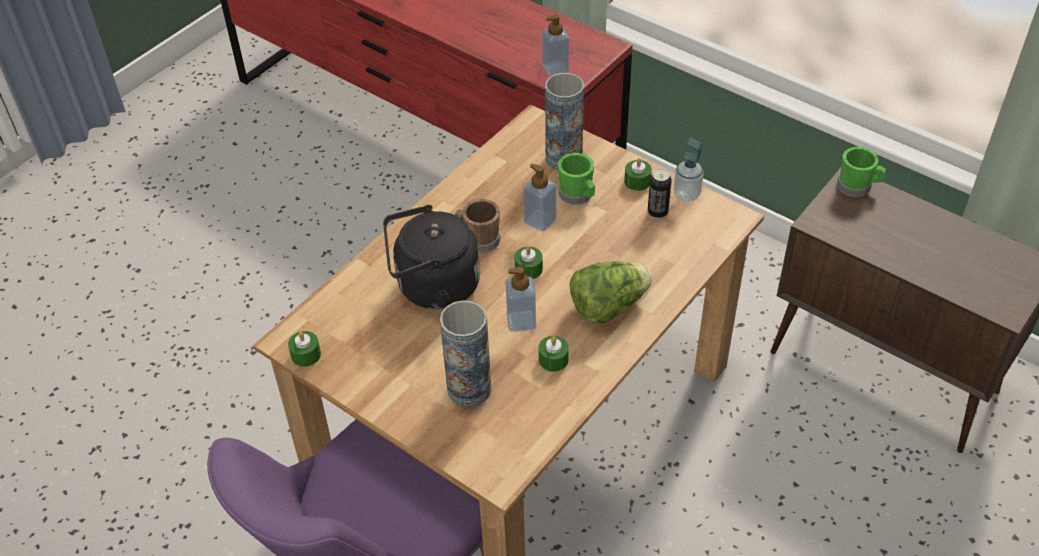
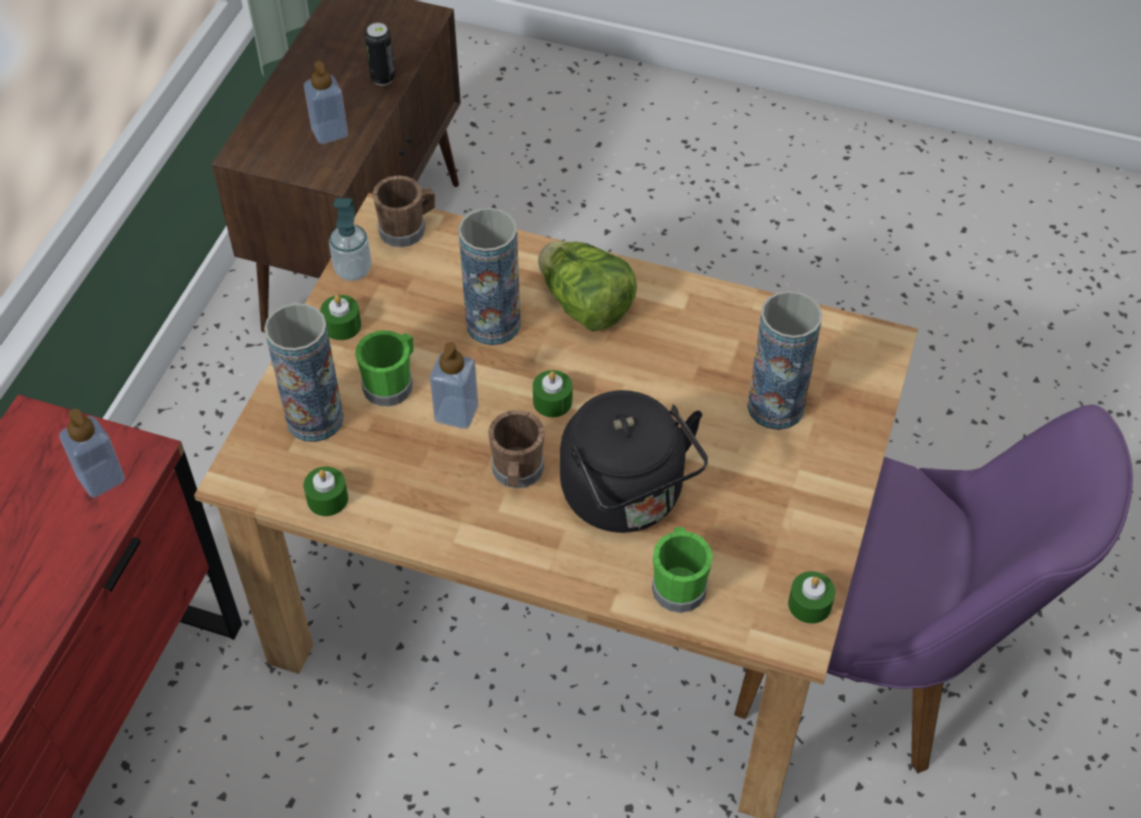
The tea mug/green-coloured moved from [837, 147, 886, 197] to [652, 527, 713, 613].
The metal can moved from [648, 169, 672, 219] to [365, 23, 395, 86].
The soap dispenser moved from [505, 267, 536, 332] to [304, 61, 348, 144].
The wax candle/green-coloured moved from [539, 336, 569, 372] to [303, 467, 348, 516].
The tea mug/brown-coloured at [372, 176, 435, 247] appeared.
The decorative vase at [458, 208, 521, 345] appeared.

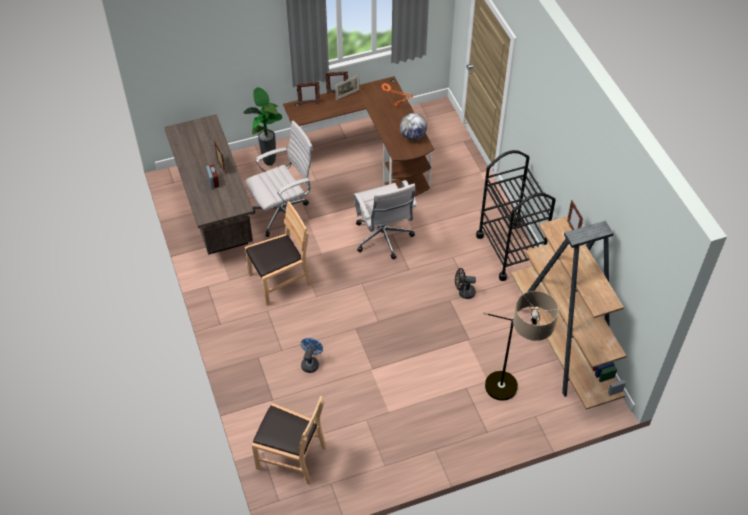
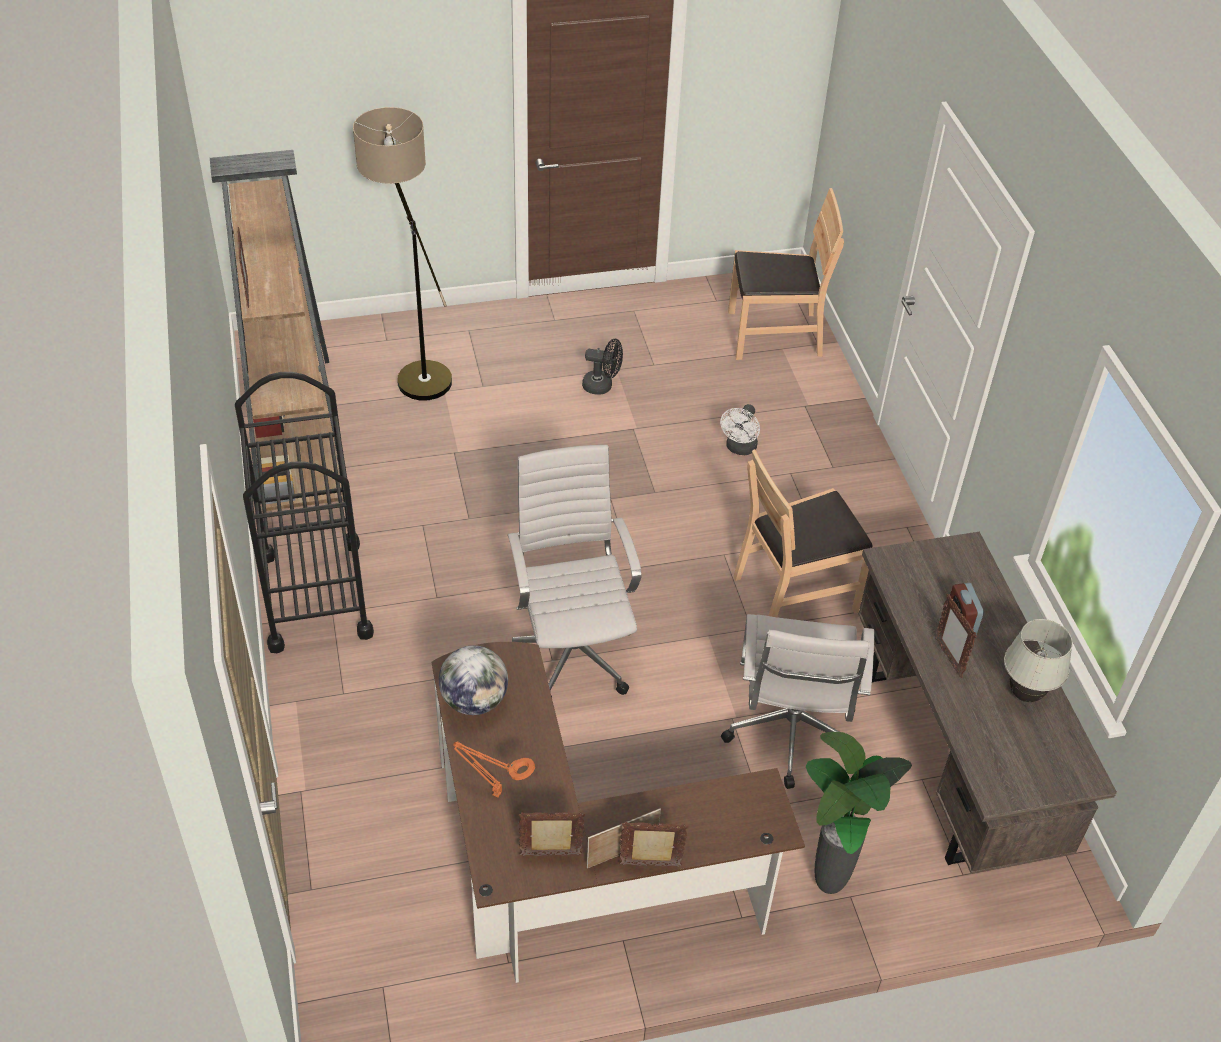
The picture frame moved from [296, 82, 320, 105] to [518, 812, 585, 856].
The desk chair/white-coloured at [245, 121, 313, 237] turned 60 degrees counterclockwise.
The fan/blackish moved from [455, 268, 476, 299] to [582, 339, 623, 395].
The fan/bluish at [301, 338, 323, 373] became the fan/white-coloured at [720, 404, 760, 455].
The chair/brown-coloured at [252, 396, 326, 485] turned 150 degrees clockwise.
The table lamp/white-coloured at [1004, 619, 1073, 702] appeared.

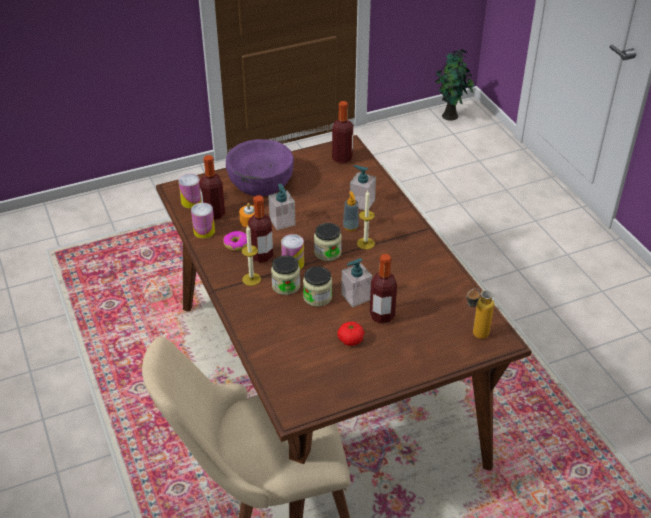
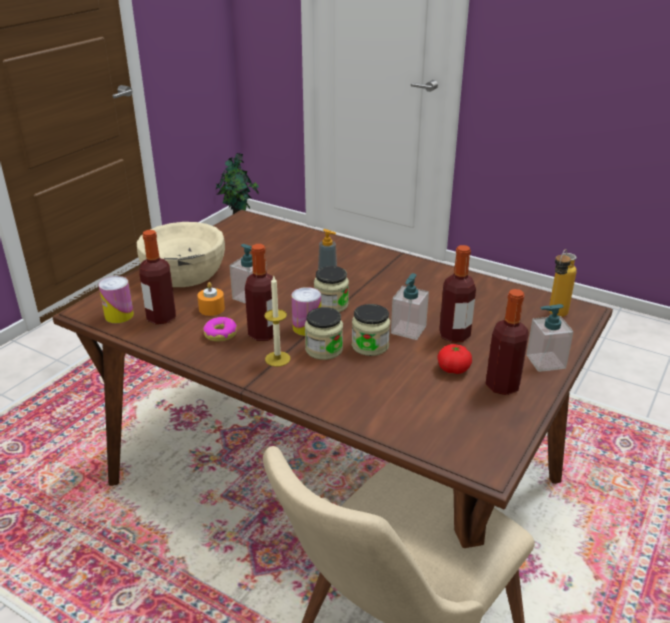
The beverage bottle moved from [332, 101, 353, 164] to [486, 289, 529, 395].
The bowl/purple at [226, 139, 294, 196] became the bowl/sand-coloured at [137, 222, 225, 287].
The soap dispenser moved from [350, 165, 376, 210] to [526, 304, 573, 372].
The wax candle at [357, 191, 375, 250] disappeared.
The metal can at [191, 203, 215, 239] disappeared.

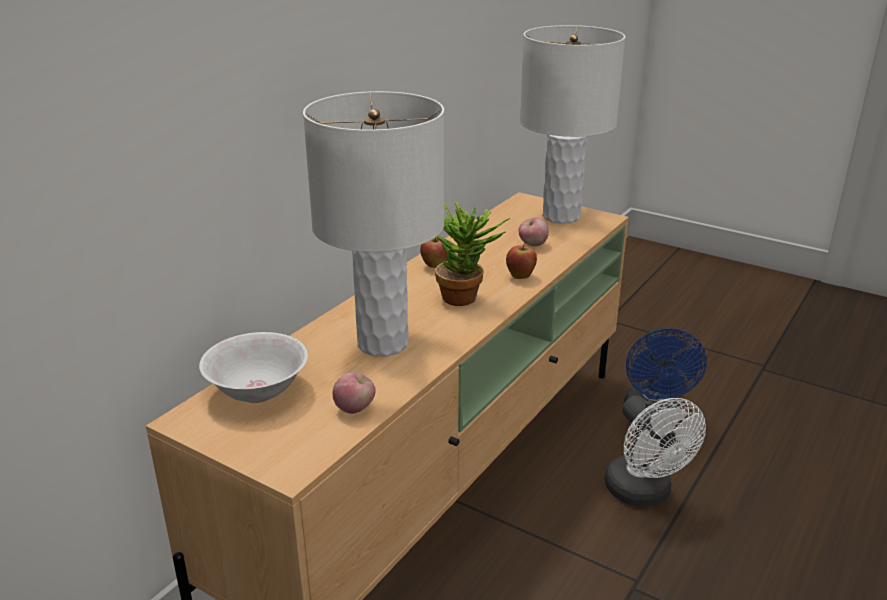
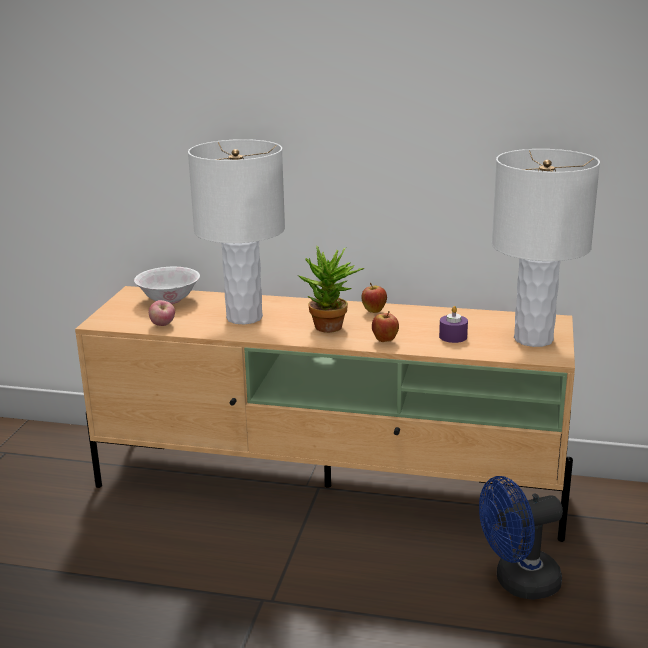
The whole apple at [519, 218, 549, 247] was replaced by the wax candle/purple at [439, 306, 468, 343].
The fan/white-coloured at [605, 395, 706, 507] disappeared.

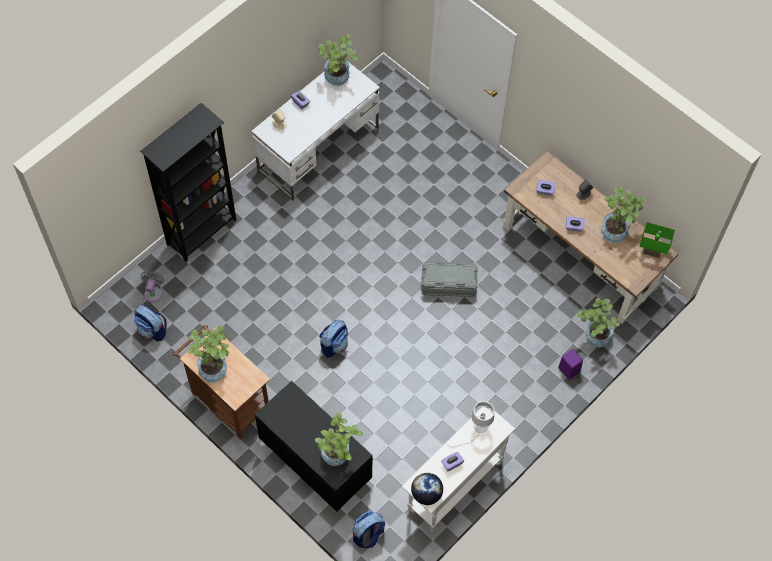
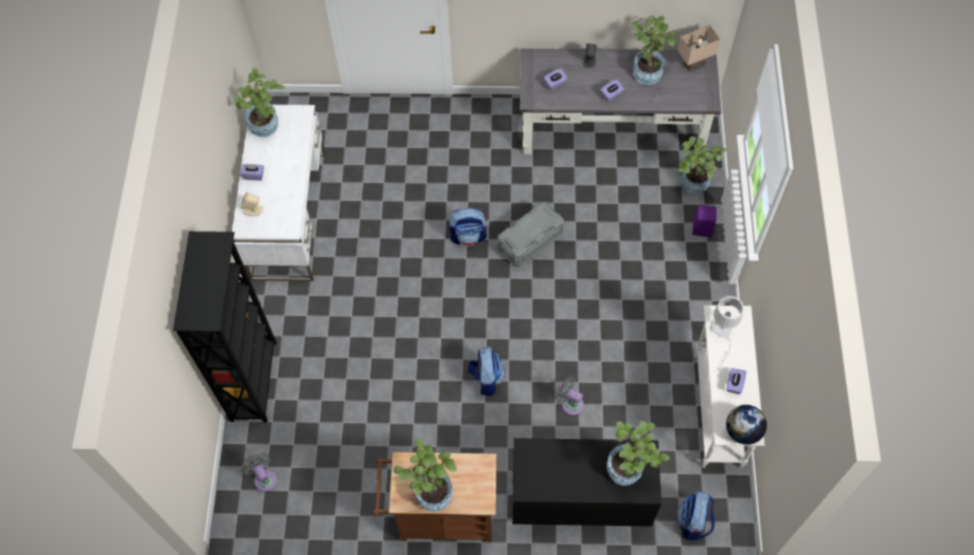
The desk table/brown-coloured at [503, 151, 678, 324] became the desk table/grey at [520, 49, 722, 155].
The table lamp/green-coloured at [639, 222, 675, 258] became the table lamp/sand-coloured at [678, 25, 720, 72].
The backpack moved from [134, 305, 167, 342] to [450, 208, 486, 246].
The fan/grey at [556, 377, 584, 415] appeared.

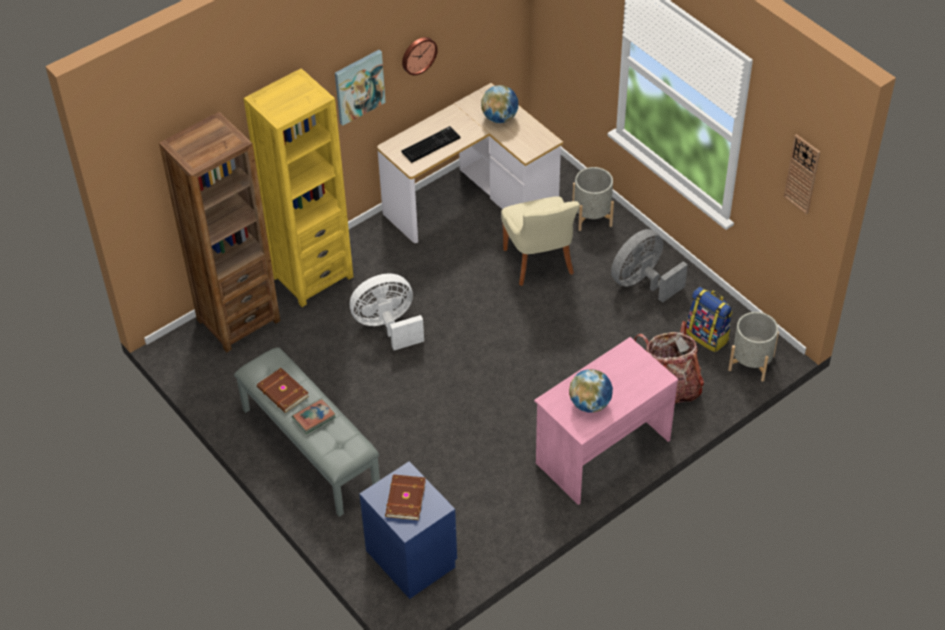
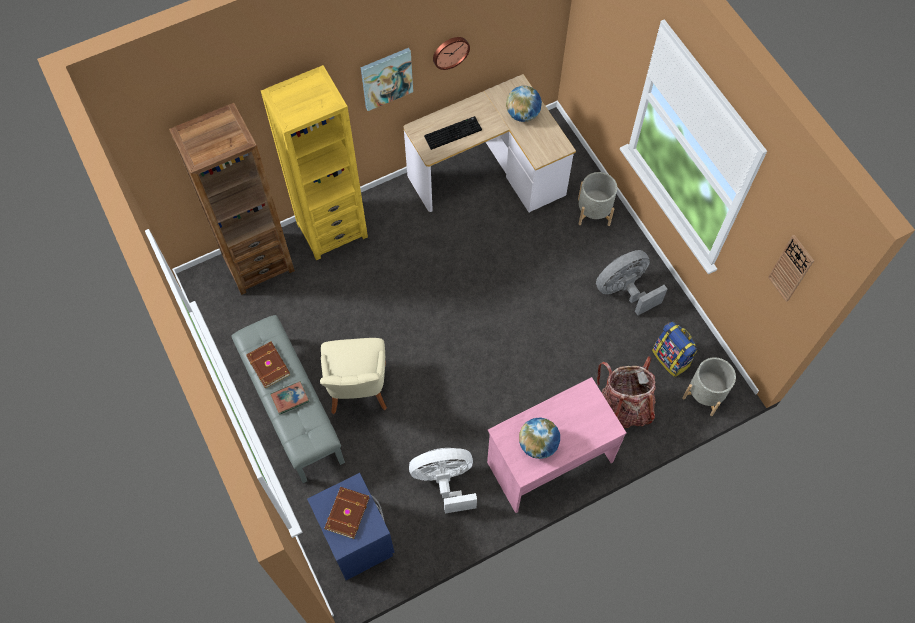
The chair/sand-coloured moved from [501, 196, 580, 286] to [320, 338, 387, 414].
The fan/white-coloured moved from [350, 274, 424, 350] to [409, 448, 477, 514].

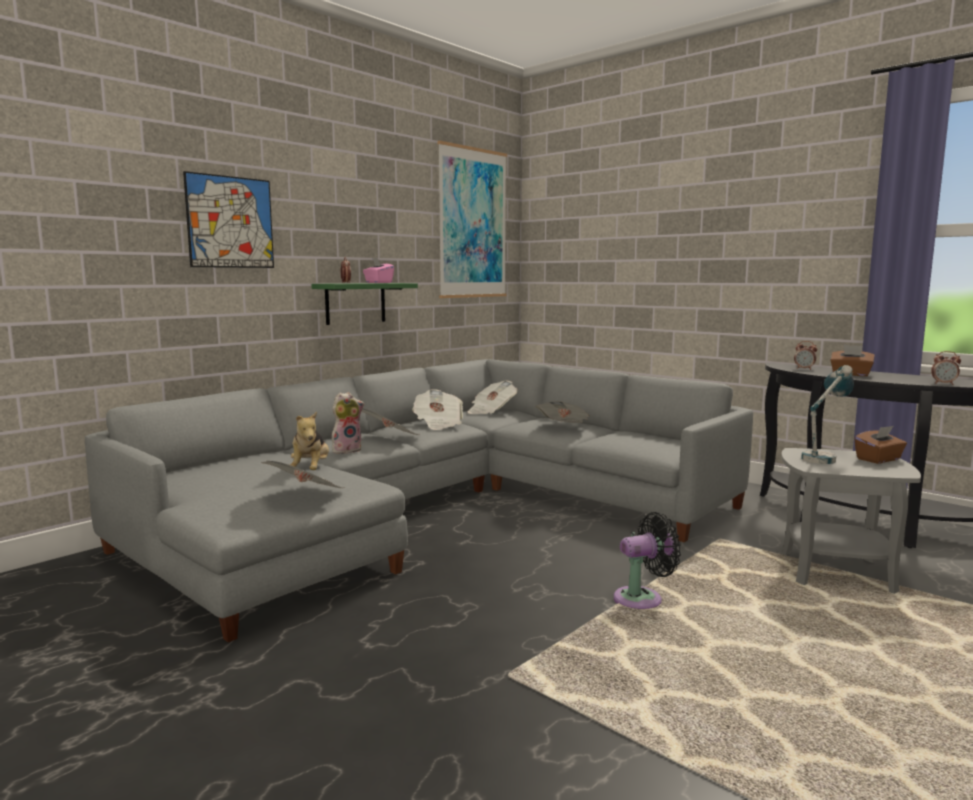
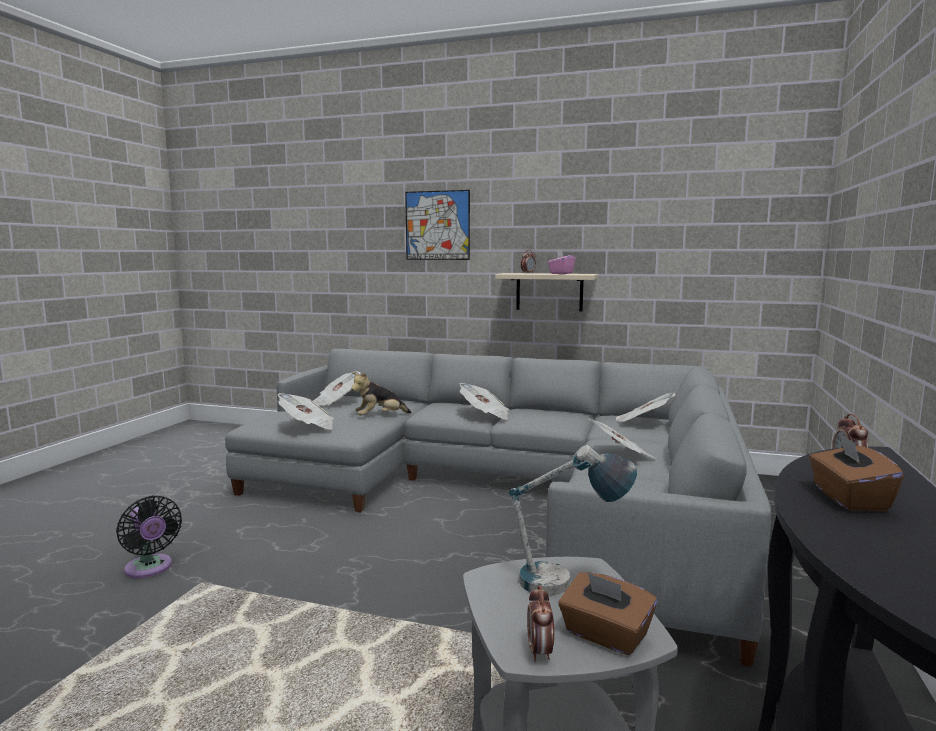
The picture at [437, 141, 507, 298] disappeared.
The bracket shelf/green-coloured at [311, 283, 418, 325] became the bracket shelf/sand-coloured at [495, 273, 598, 311].
The alarm clock moved from [931, 351, 961, 385] to [527, 585, 554, 662].
The daily paper moved from [412, 389, 463, 430] to [313, 371, 361, 406].
The soft toy at [332, 392, 364, 454] disappeared.
The fan/blackish moved from [614, 512, 681, 609] to [116, 495, 182, 578].

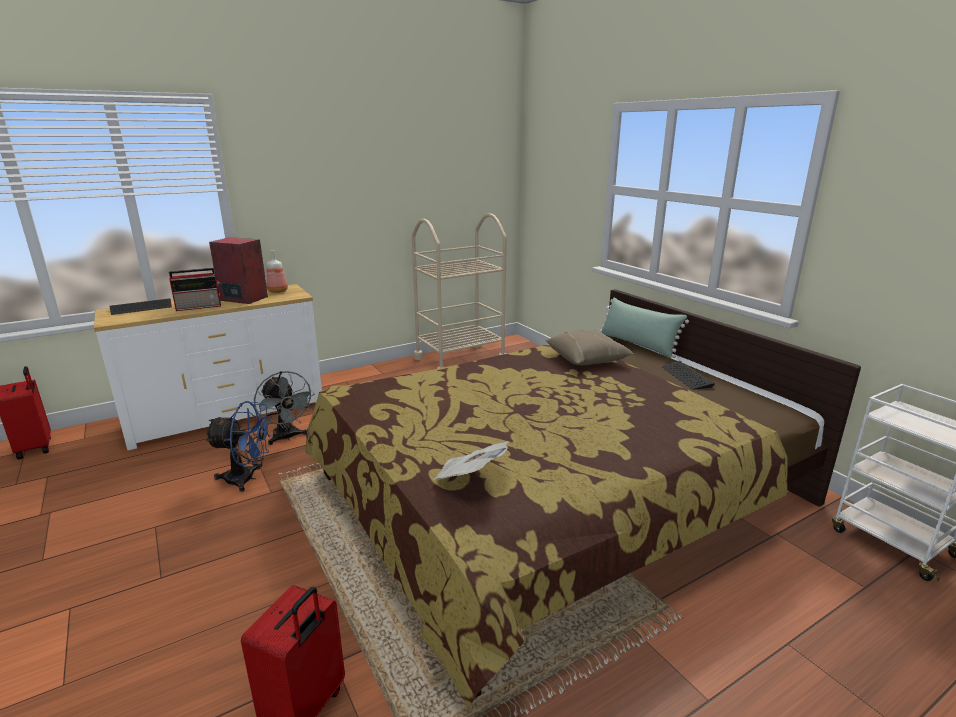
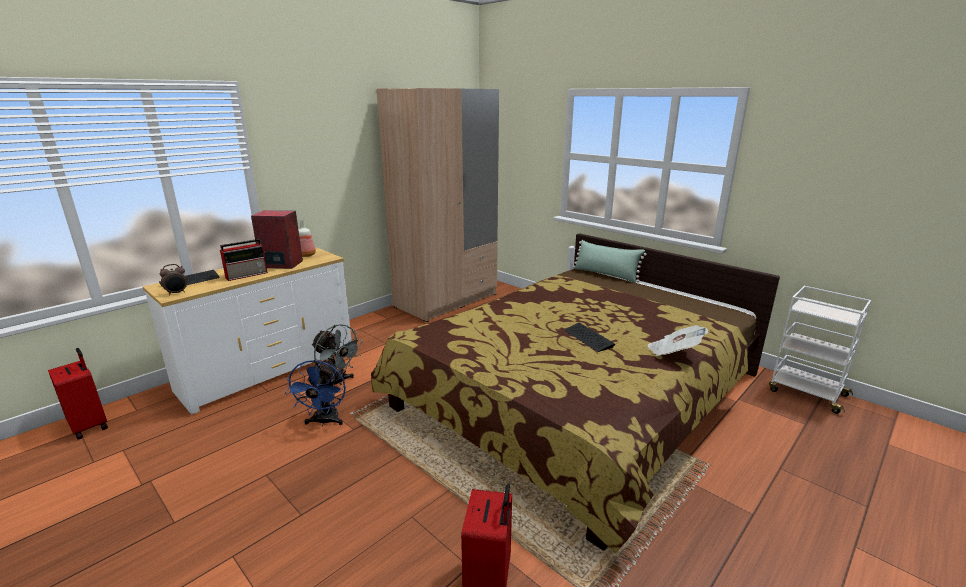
The wheeled cart/sand-coloured at [412, 213, 507, 369] was replaced by the clothes cupboard/sand-coloured at [377, 88, 499, 322].
The pillow/sand-coloured at [545, 330, 634, 365] disappeared.
The PC keyboard moved from [662, 361, 714, 390] to [565, 323, 615, 352].
The fan/bluish at [204, 401, 272, 492] turned 105 degrees clockwise.
The daily paper moved from [433, 442, 508, 480] to [647, 325, 708, 356].
The alarm clock at [160, 264, 187, 296] appeared.

